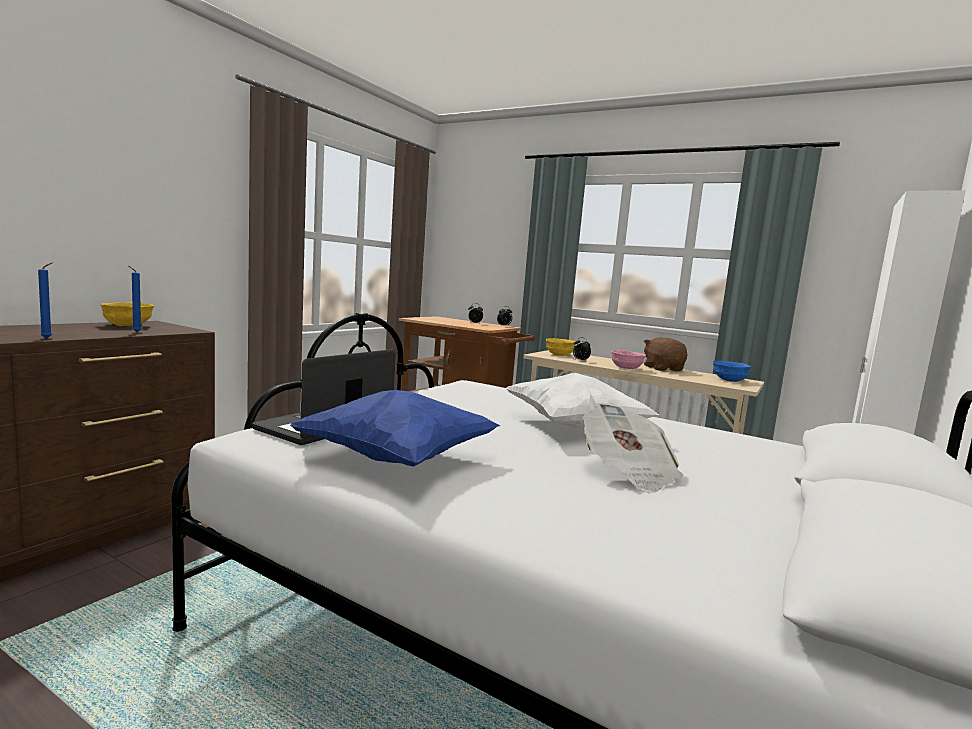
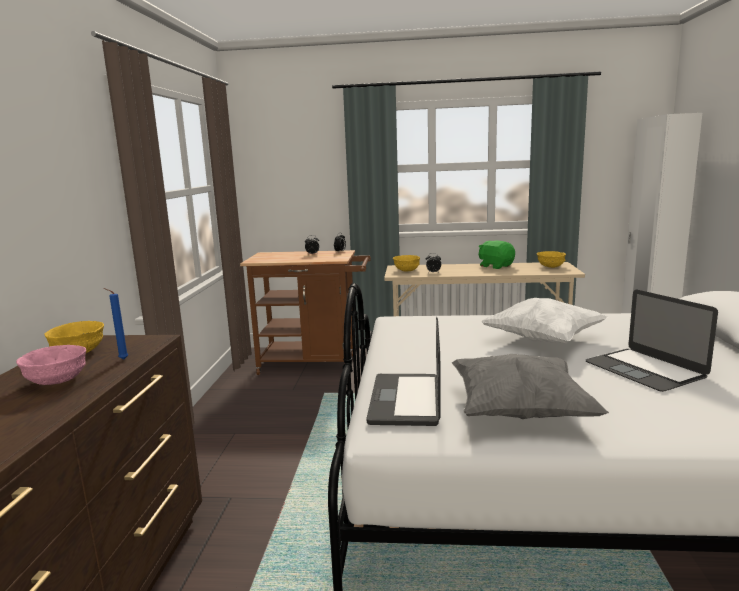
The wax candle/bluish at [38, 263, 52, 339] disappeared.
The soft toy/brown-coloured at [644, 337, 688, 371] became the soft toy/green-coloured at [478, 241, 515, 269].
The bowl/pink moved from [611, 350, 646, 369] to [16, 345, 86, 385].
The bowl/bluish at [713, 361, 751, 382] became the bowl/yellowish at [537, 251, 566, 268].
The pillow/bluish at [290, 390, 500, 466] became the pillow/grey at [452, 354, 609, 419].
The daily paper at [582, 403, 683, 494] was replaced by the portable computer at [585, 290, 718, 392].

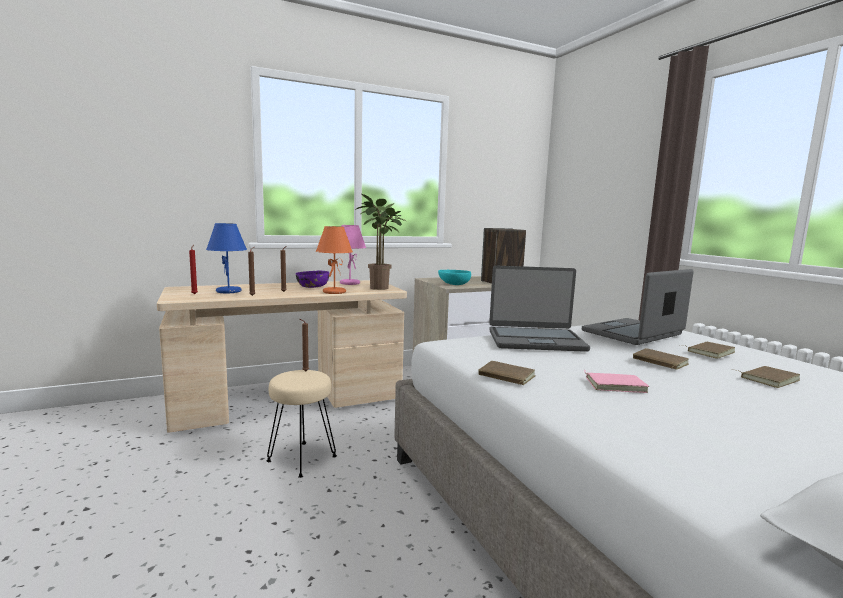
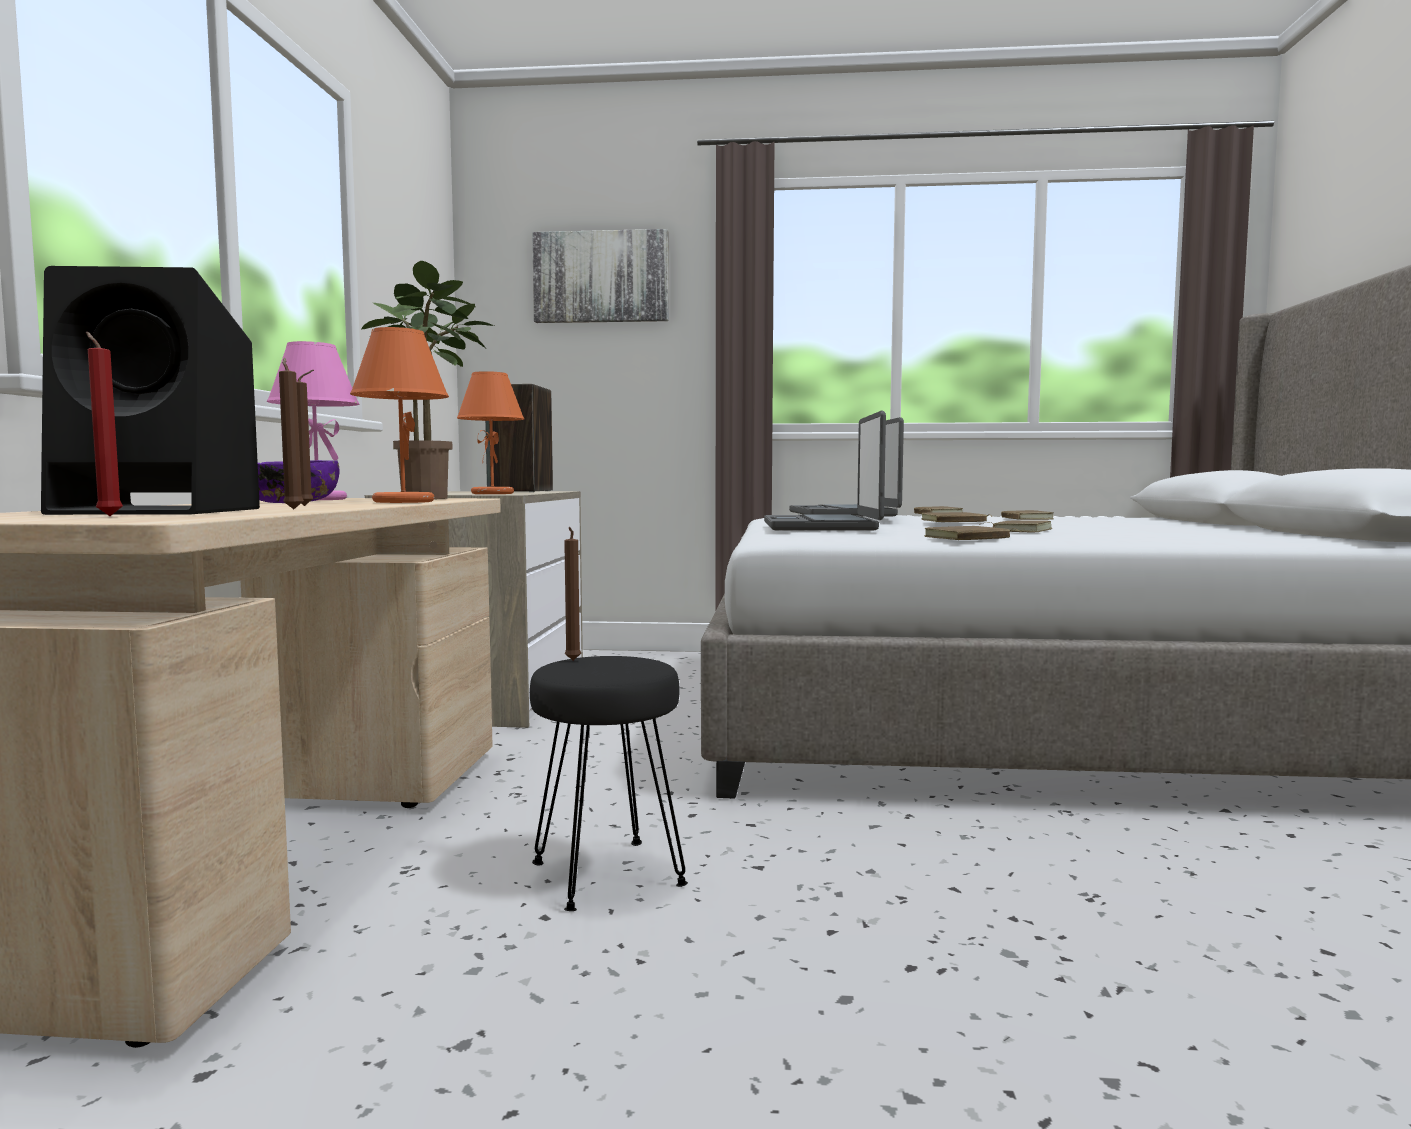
The table lamp/bluish at [206, 223, 247, 293] was replaced by the loudspeaker/blackish at [41, 266, 260, 515].
The portable computer at [489, 266, 590, 352] turned 150 degrees clockwise.
The bowl/turquoise-coloured at [438, 270, 471, 285] was replaced by the table lamp/orange-coloured at [457, 371, 524, 494].
The sitting stool/sand-coloured at [267, 370, 337, 478] became the sitting stool/blackish at [530, 656, 688, 911].
The volume/pink at [584, 371, 649, 393] became the volume/brown-coloured at [979, 520, 1052, 532].
The picture at [532, 229, 669, 323] appeared.

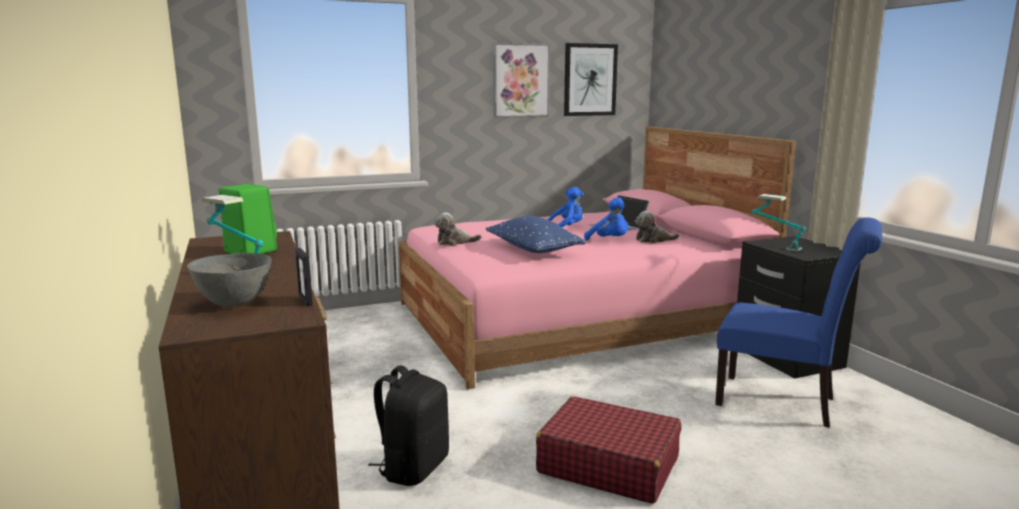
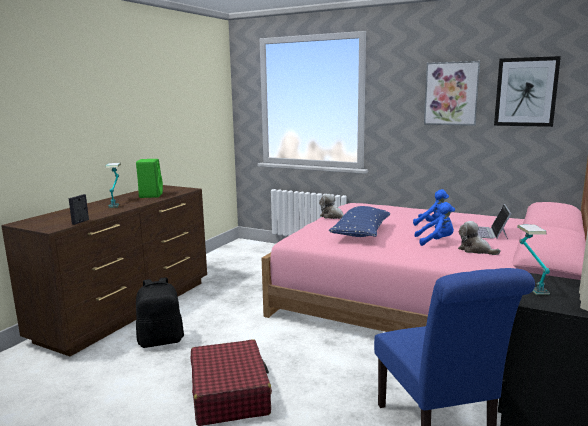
The soft toy/bluish at [584, 197, 629, 241] turned 90 degrees counterclockwise.
The bowl/grey at [187, 253, 271, 306] disappeared.

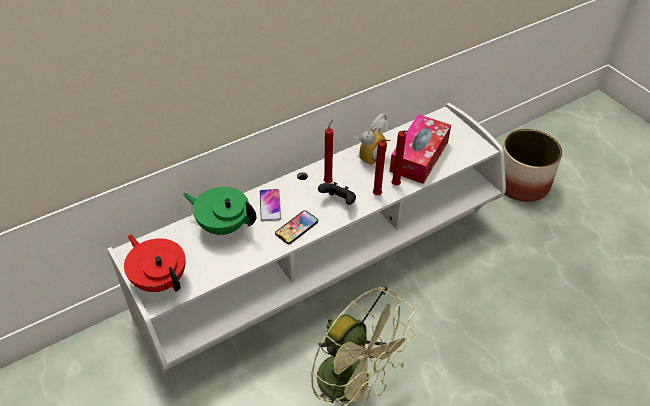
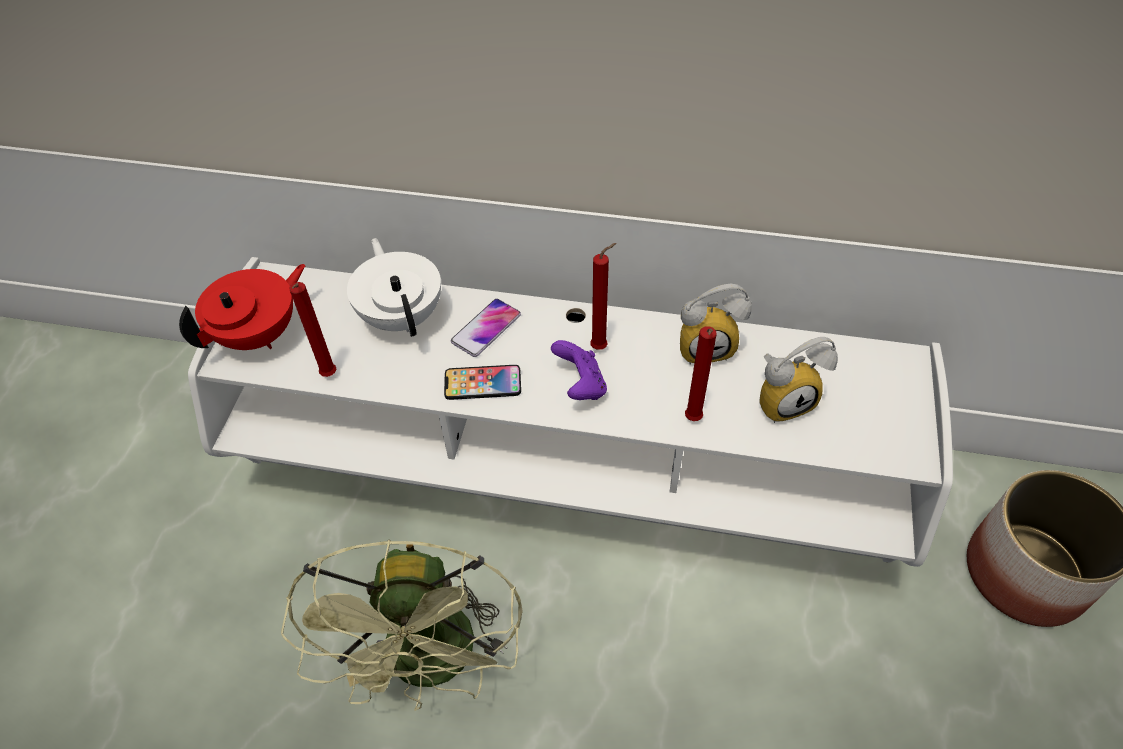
The tissue box at [389, 114, 451, 184] was replaced by the alarm clock at [759, 337, 838, 423].
The wax candle/red moved from [373, 139, 390, 195] to [289, 282, 336, 377].
The game controller/blackish at [318, 182, 356, 205] became the game controller/purple at [551, 340, 607, 400].
The teapot/green-coloured at [183, 187, 256, 235] became the teapot/white-coloured at [347, 238, 441, 337].
The teapot/red at [124, 235, 186, 292] turned 45 degrees clockwise.

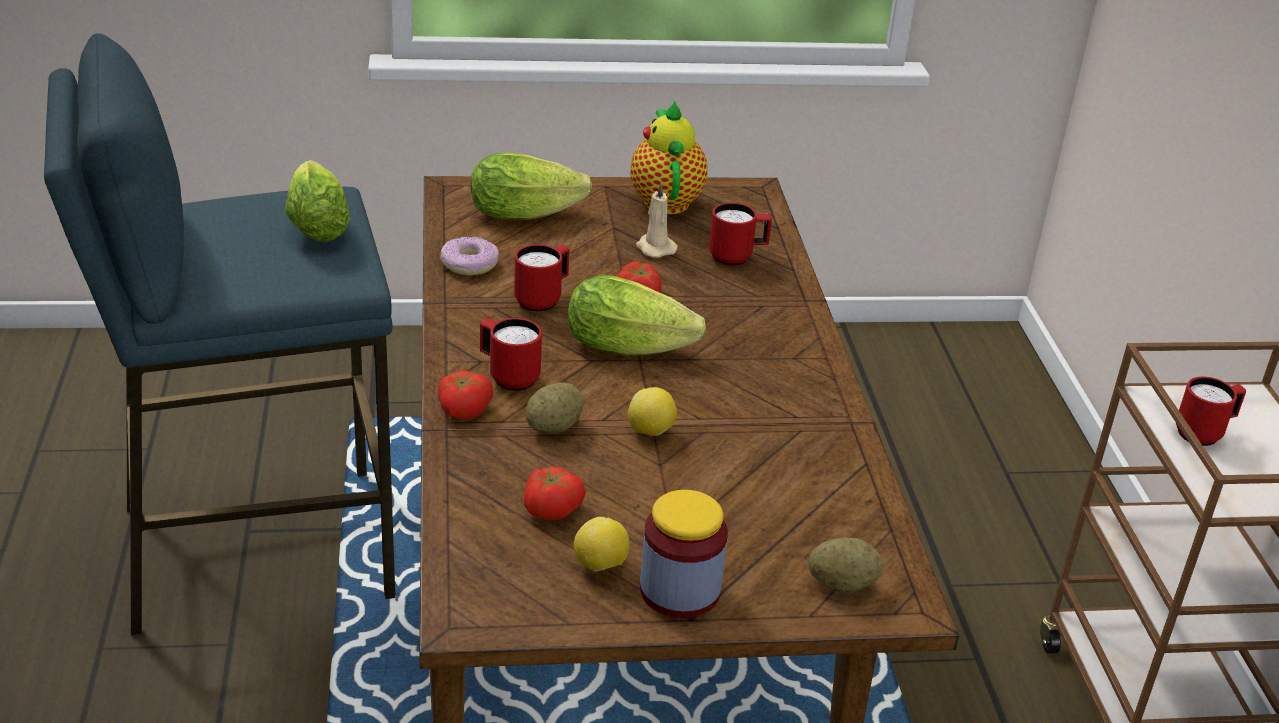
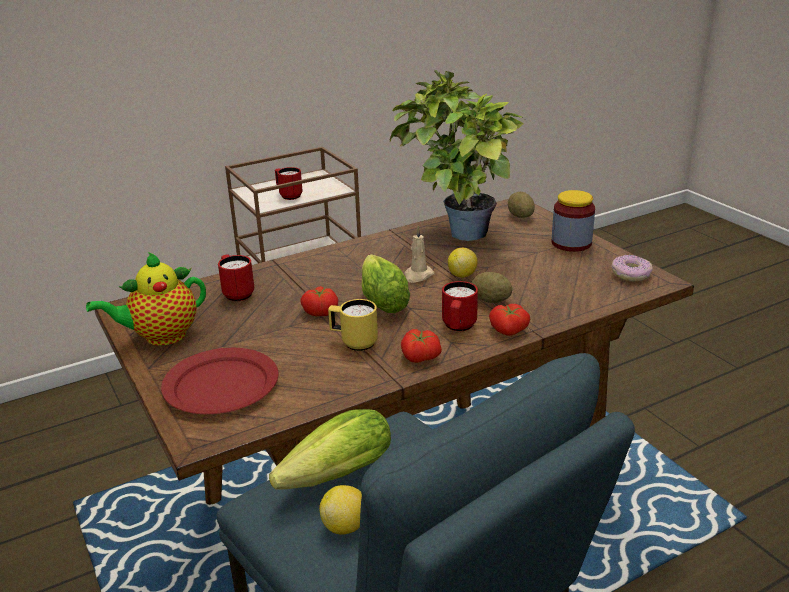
The lettuce at [471, 152, 592, 220] was replaced by the plate/red at [161, 348, 279, 414].
The wax candle/sand-coloured moved from [636, 182, 677, 258] to [404, 226, 434, 283].
The doughnut moved from [440, 237, 499, 275] to [612, 255, 653, 281].
The tea mug/red at [514, 244, 570, 312] became the tea mug/yellowish at [328, 299, 378, 351].
The fresh tomato moved from [524, 466, 586, 520] to [401, 329, 442, 363].
The whole lemon moved from [574, 517, 629, 572] to [319, 485, 362, 535].
The potted plant at [389, 70, 524, 241] appeared.

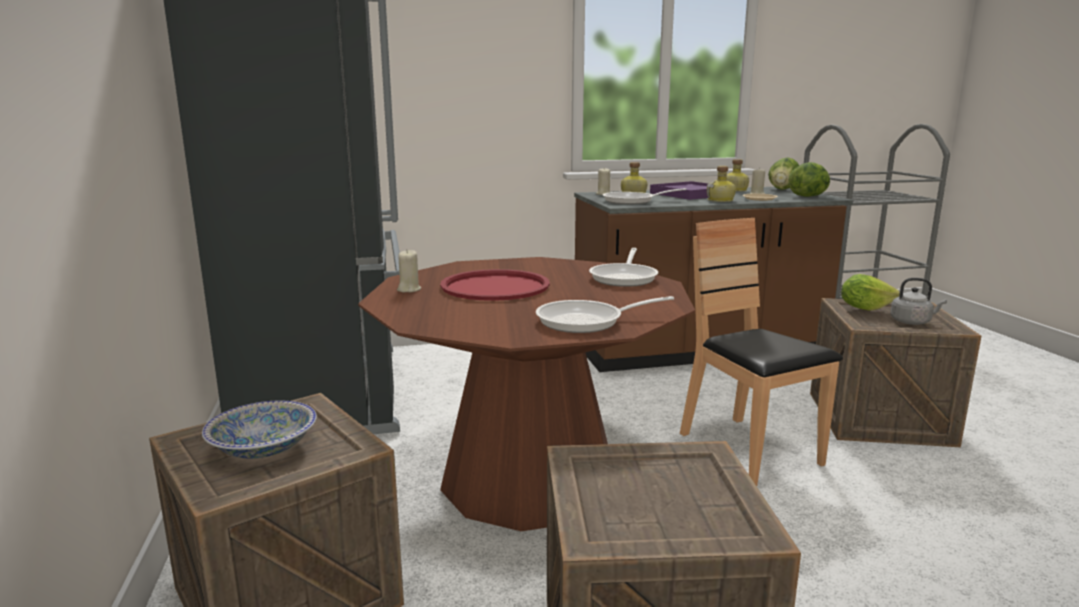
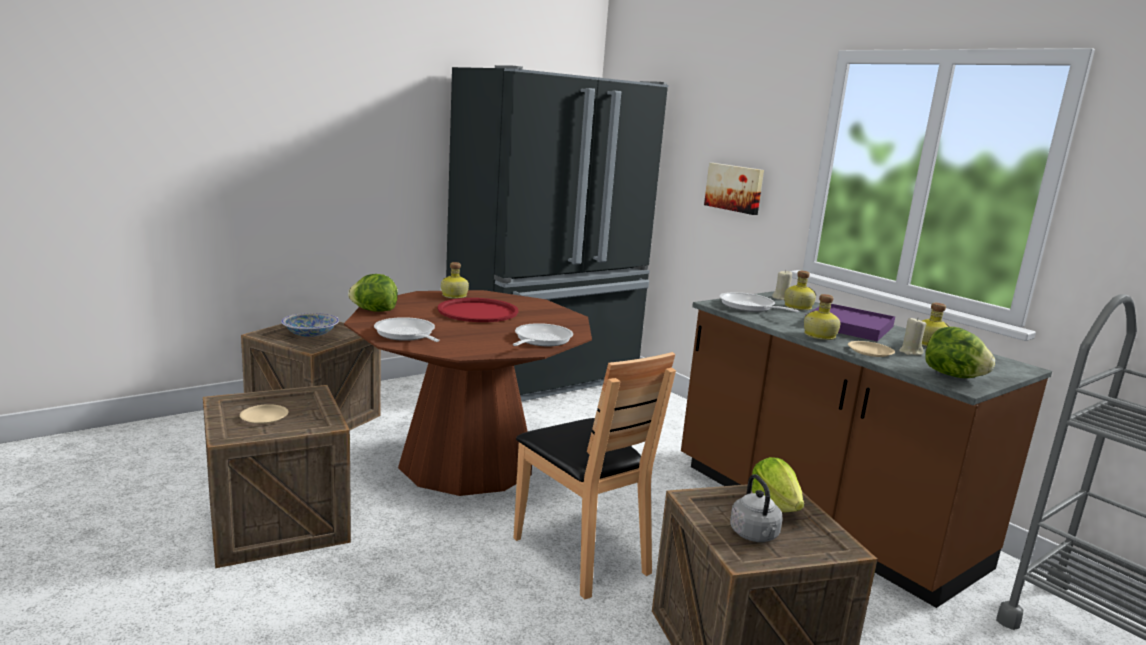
The lettuce moved from [768, 157, 799, 190] to [348, 274, 398, 312].
The chair/brown-coloured at [680, 218, 843, 486] turned 105 degrees clockwise.
The pan at [589, 248, 658, 287] turned 120 degrees clockwise.
The wax candle/sand-coloured at [397, 249, 421, 292] was replaced by the beverage bottle at [441, 262, 469, 299].
The picture at [704, 163, 764, 215] appeared.
The plate/sand-coloured at [240, 404, 288, 424] appeared.

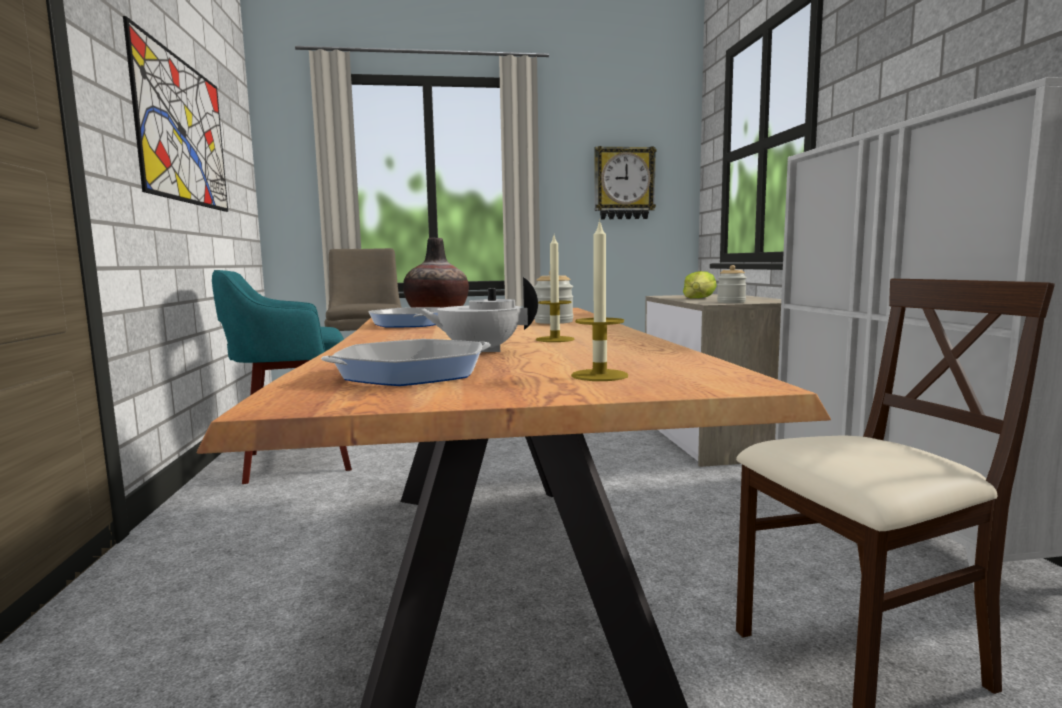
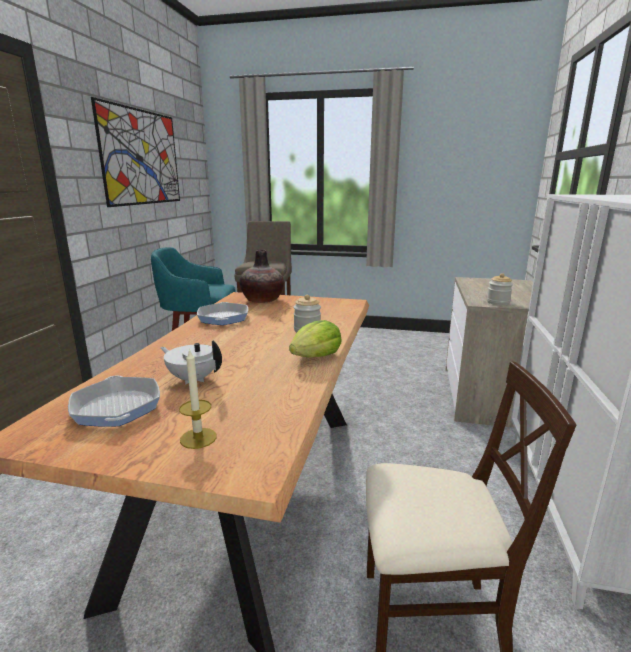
The hanging clock at [594, 146, 657, 219] disappeared.
The wax candle at [536, 236, 575, 342] disappeared.
The lettuce moved from [683, 271, 717, 298] to [289, 320, 341, 357].
The pan at [321, 339, 491, 386] turned 105 degrees counterclockwise.

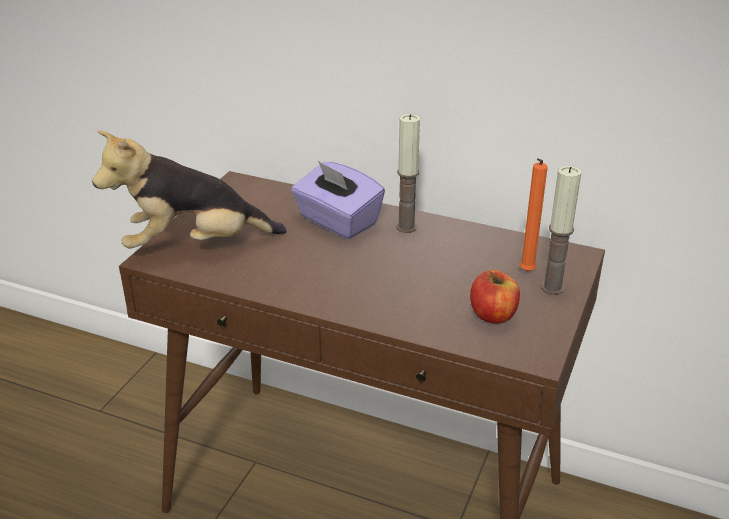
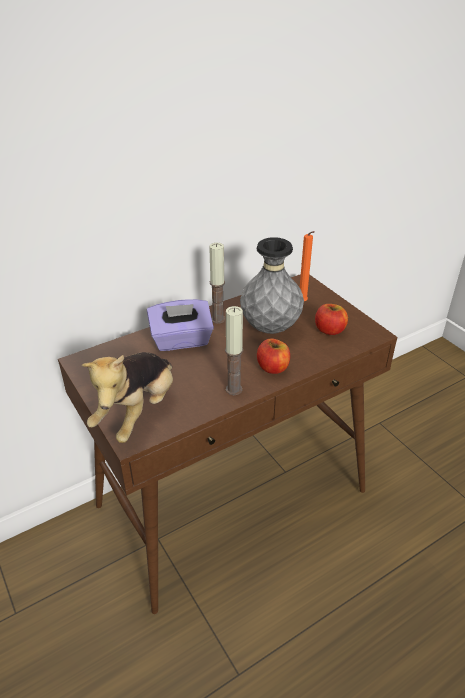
The wax candle moved from [541, 166, 581, 295] to [225, 306, 243, 395].
The decorative vase/grey at [240, 237, 304, 334] appeared.
The whole apple at [257, 338, 290, 374] appeared.

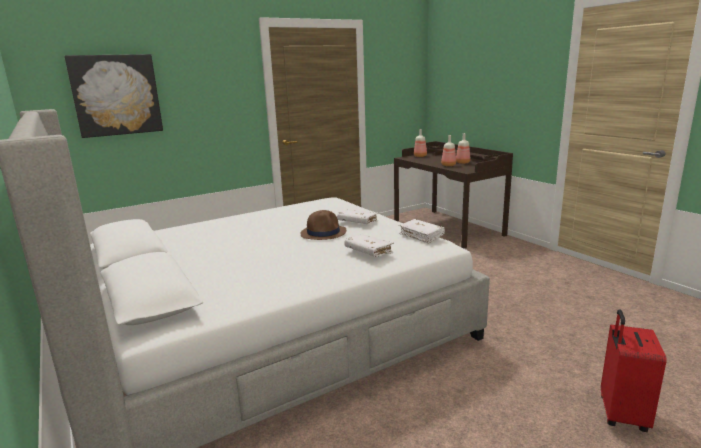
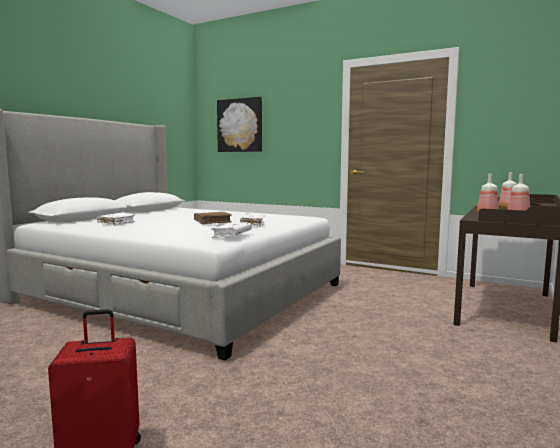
The clothing hat/brown-coloured at [301, 210, 346, 240] was replaced by the volume/brown-coloured at [194, 212, 232, 224].
The volume/white-coloured moved from [344, 234, 394, 257] to [97, 213, 135, 226].

